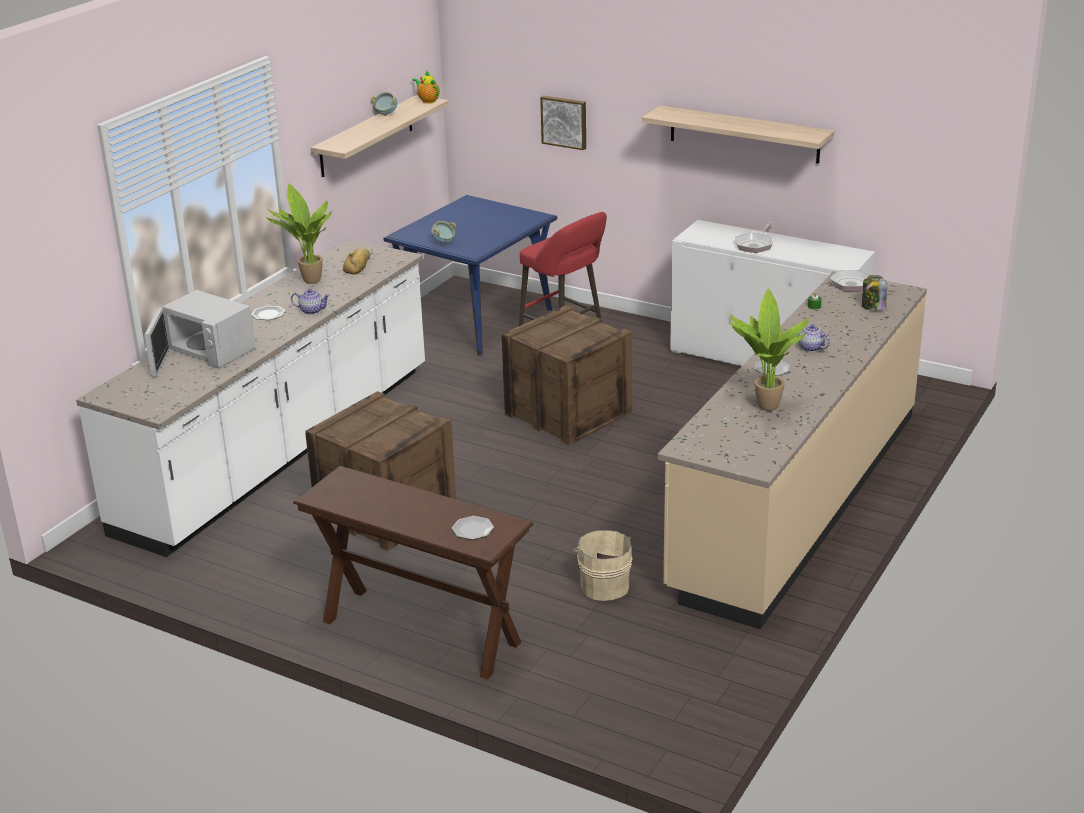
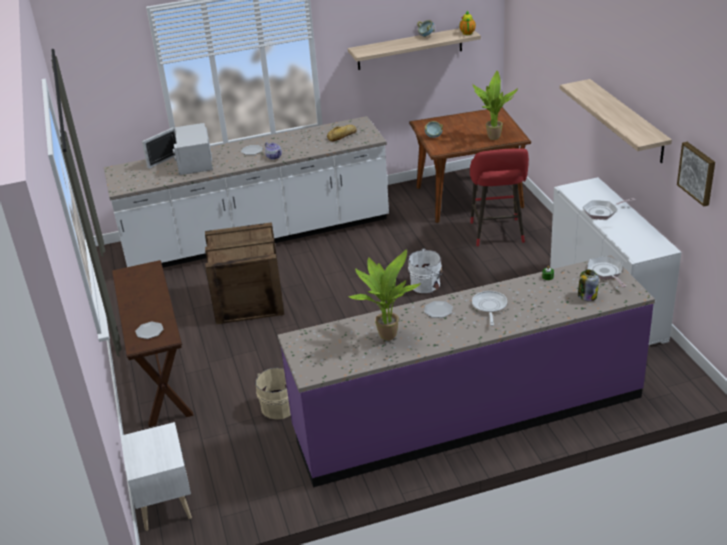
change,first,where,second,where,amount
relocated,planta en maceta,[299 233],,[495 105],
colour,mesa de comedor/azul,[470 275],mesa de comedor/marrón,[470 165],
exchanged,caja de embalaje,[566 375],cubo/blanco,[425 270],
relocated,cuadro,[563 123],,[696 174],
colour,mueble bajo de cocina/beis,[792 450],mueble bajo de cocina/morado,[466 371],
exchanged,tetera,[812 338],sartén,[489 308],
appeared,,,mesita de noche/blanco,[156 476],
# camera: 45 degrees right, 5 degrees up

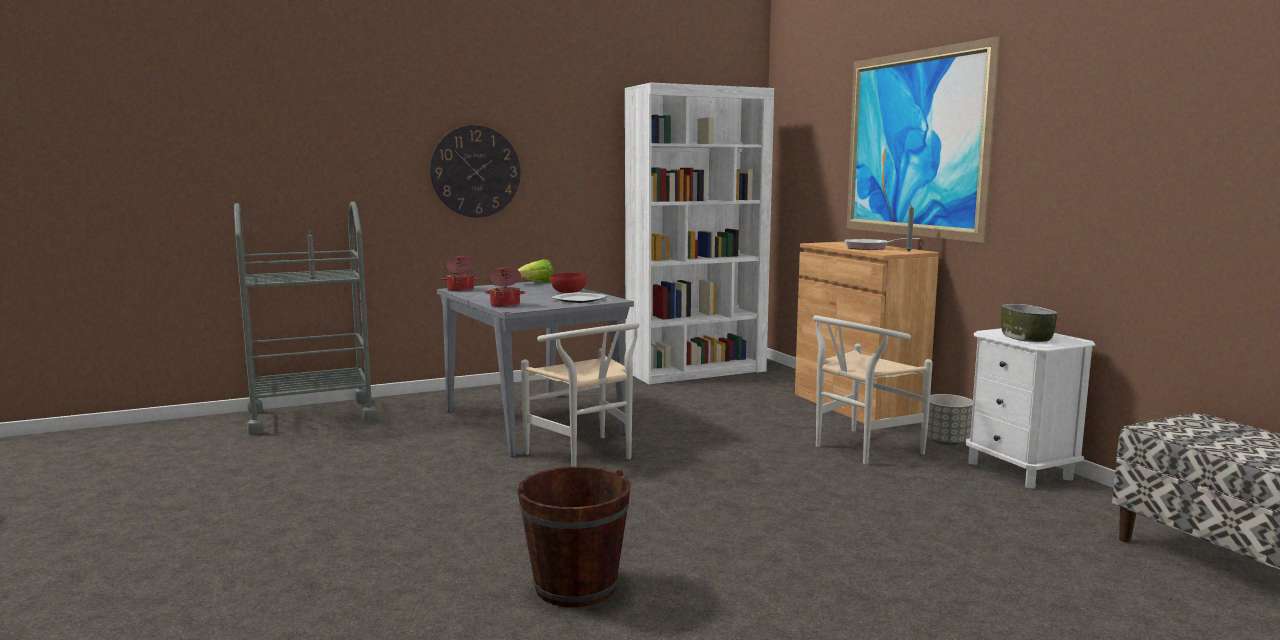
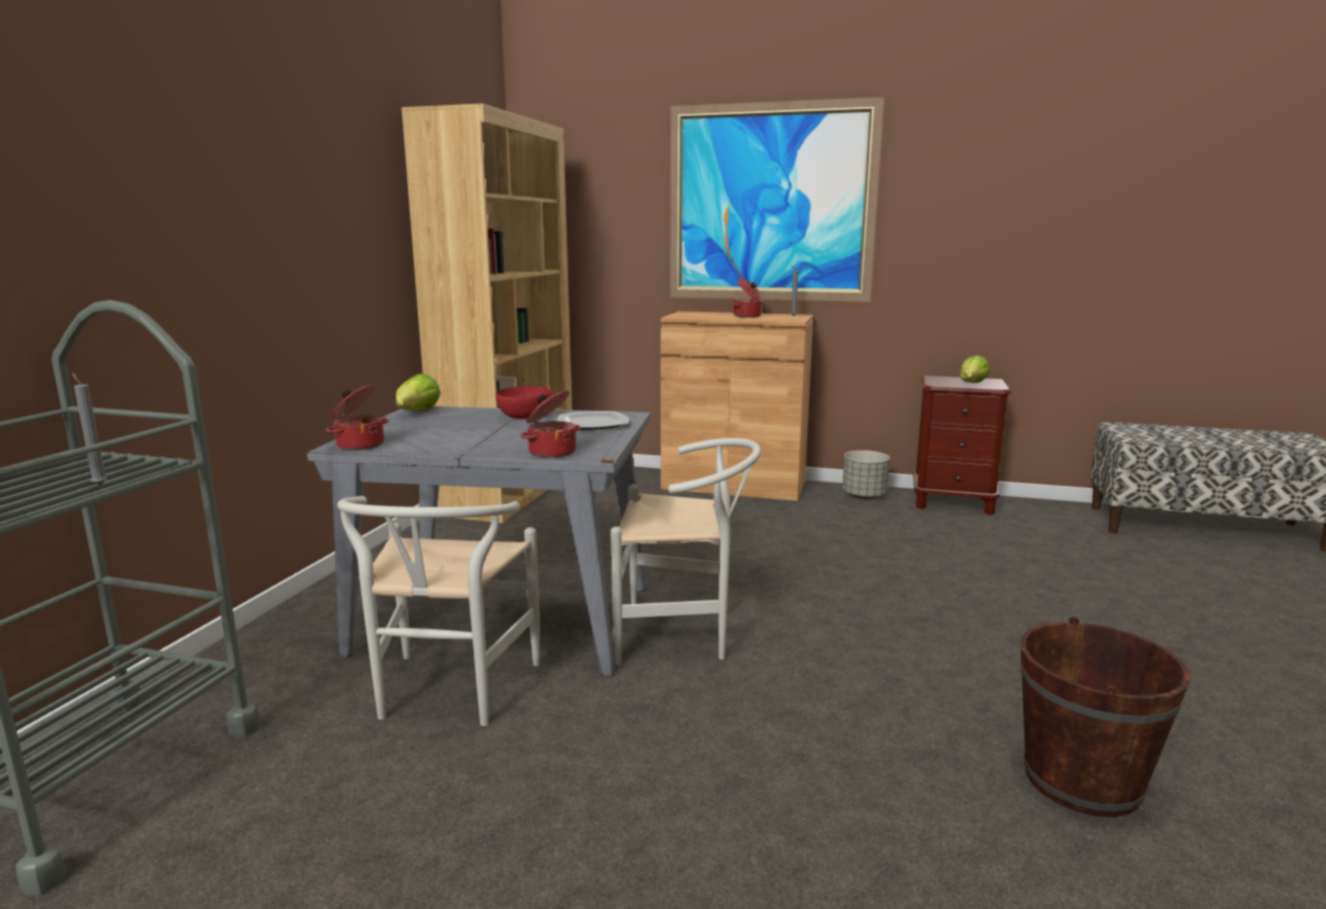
change,first,where,second,where,amount
missing,reloj de pared,[475 171],,,
colour,estantería/blanco,[699 233],estantería/marrón,[486 313],
relocated,silla/blanco,[873 389],,[438 611],
exchanged,sartén,[882 244],olla,[747 297],
colour,mesita de noche/blanco,[1030 408],mesita de noche/marrón,[962 445],
exchanged,cuenco,[1029 323],lechuga,[975 369],
# camera: 50 degrees left, 5 degrees up

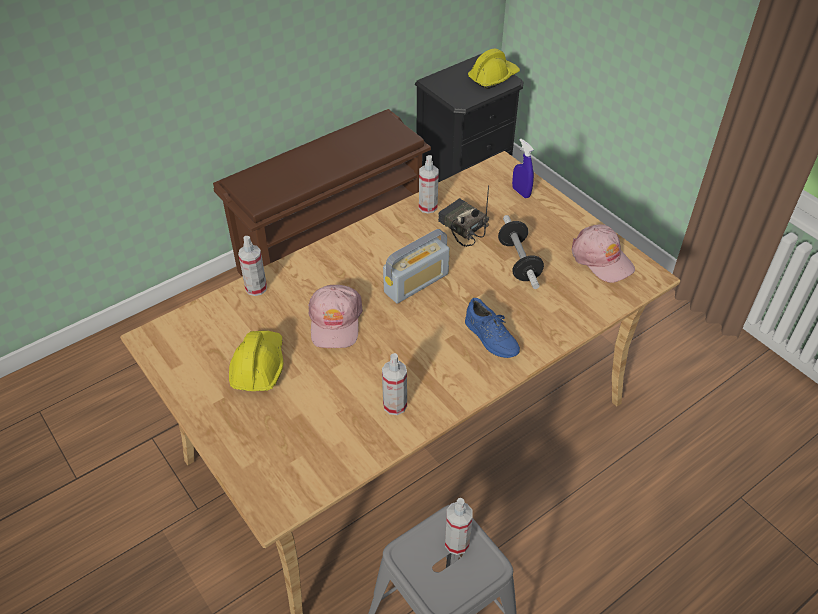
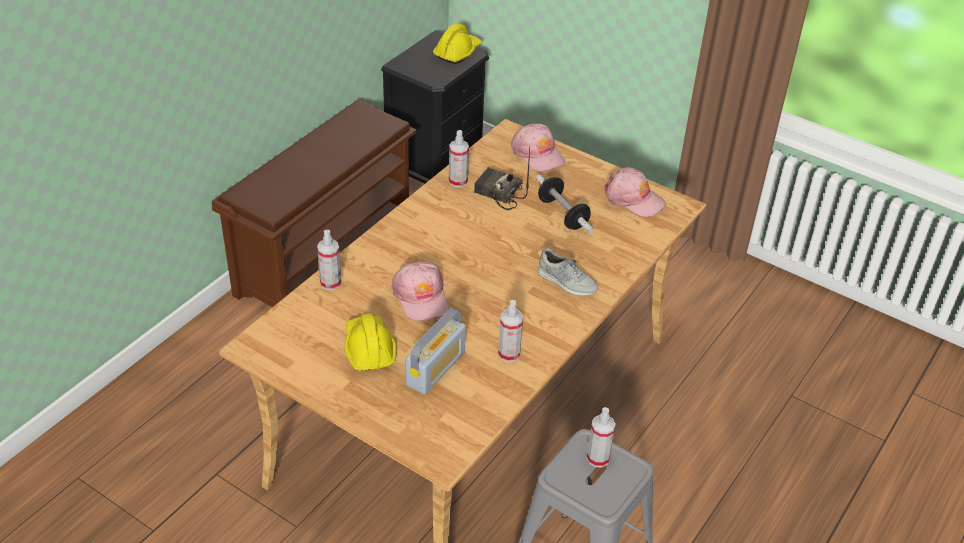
change,first,where,second,where,amount
relocated,radio,[416 266],,[436 351],
colour,zapato/azul,[492 328],zapato/gris,[568 272],
exchanged,pulverizador/azul,[523 168],gorra/rosa,[538 148],
# camera: 20 degrees left, 5 degrees down

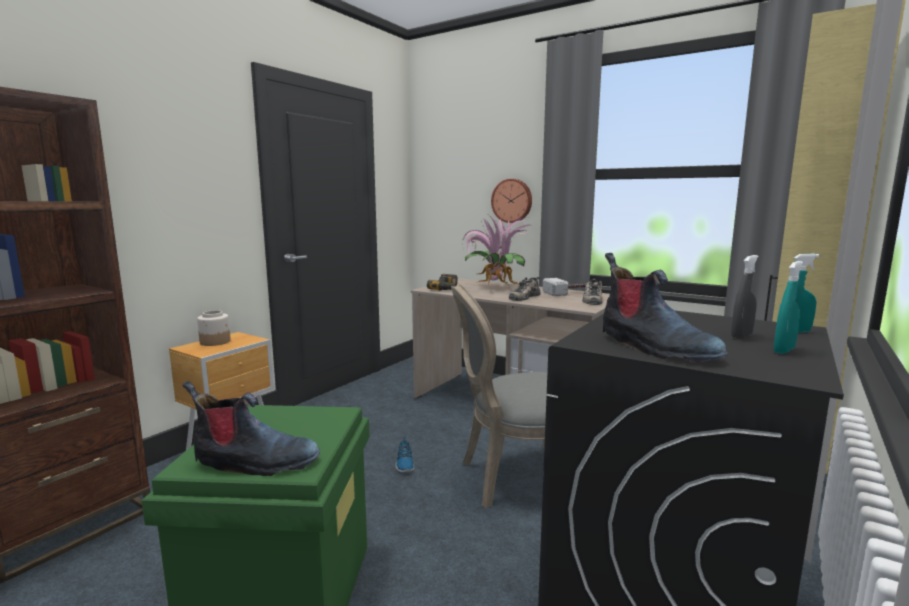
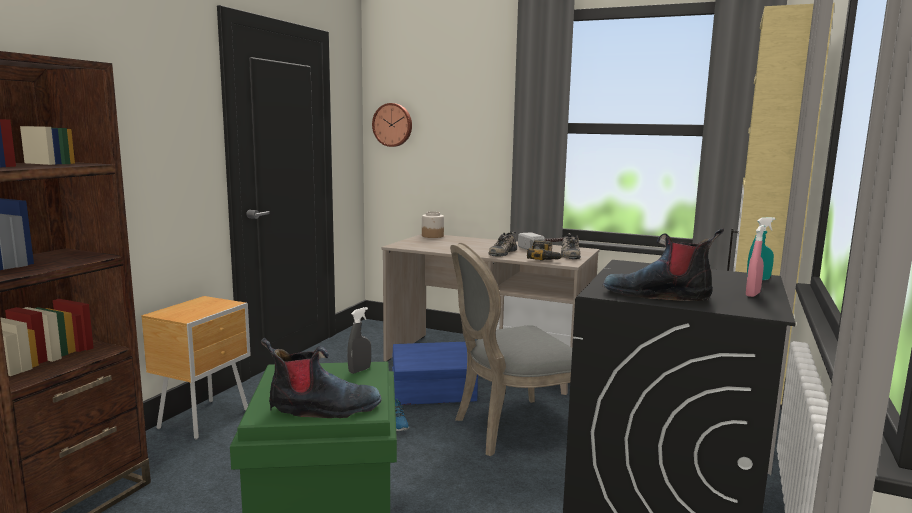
change,first,where,second,where,amount
relocated,tarro,[214 328],,[433 224],
relocated,taladro,[442 282],,[545 250],
missing,planta en maceta,[498 250],,,
relocated,reloj de pared,[511 201],,[392 125],
spun,bota,[665 308],,[663 264],150 degrees clockwise
relocated,pulverizador/gris,[745 297],,[359 340],
colour,pulverizador/turquesa,[788 307],pulverizador/rosa,[755 261],
appeared,,,caja de almacenaje/azul,[435 373],
# camera: 10 degrees left, 0 degrees up

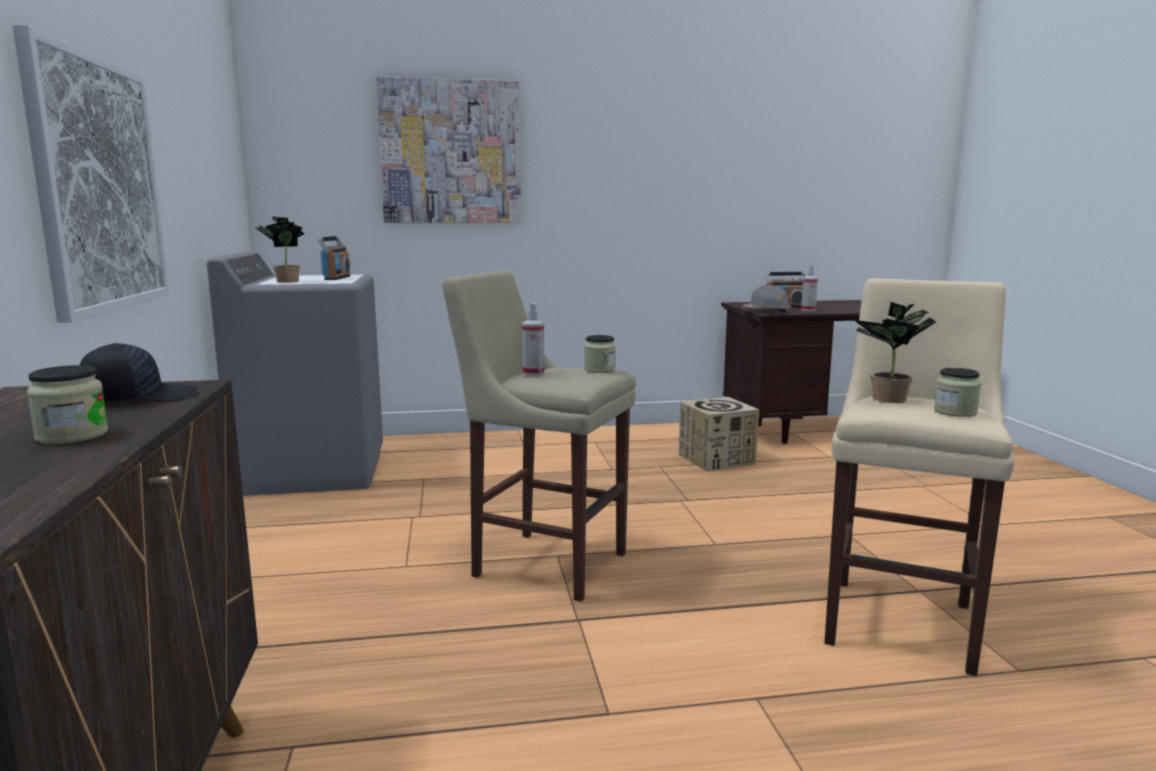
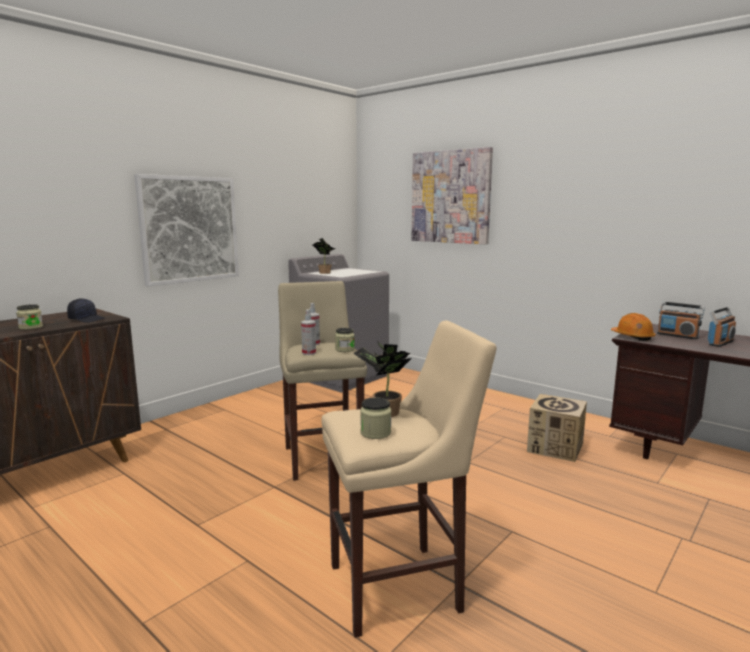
change,first,where,second,where,amount
relocated,radio,[334 258],,[722 327],
colour,casco/gris,[766 299],casco/naranja,[633 327],
relocated,pulverizador,[809 288],,[308 332],
# camera: 50 degrees right, 0 degrees up

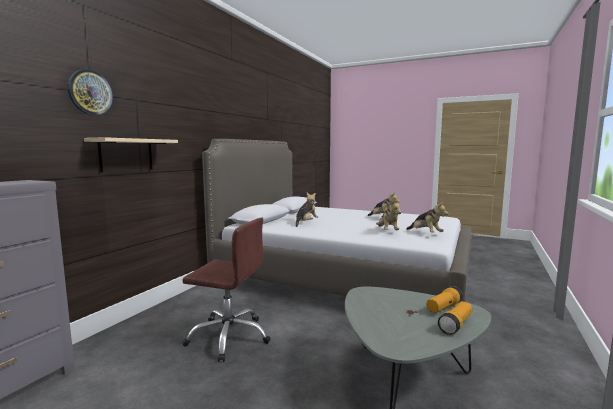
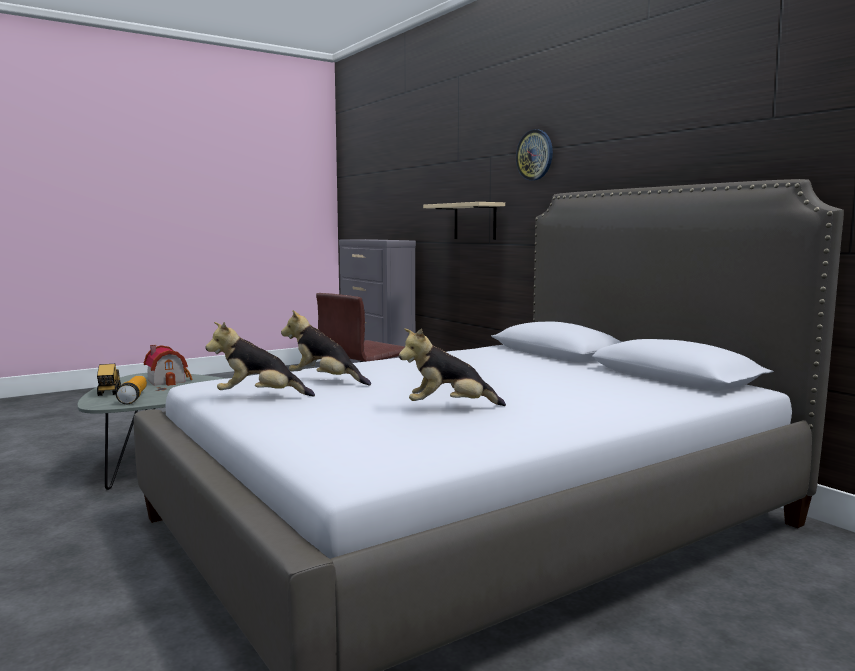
change,first,where,second,where,amount
relocated,reloj de pared,[90 92],,[534 155],
missing,peluche,[307 210],,,
exchanged,linterna,[455 318],camión de juguete,[109 380],
appeared,,,casita,[168 365],
# camera: 120 degrees right, 0 degrees up

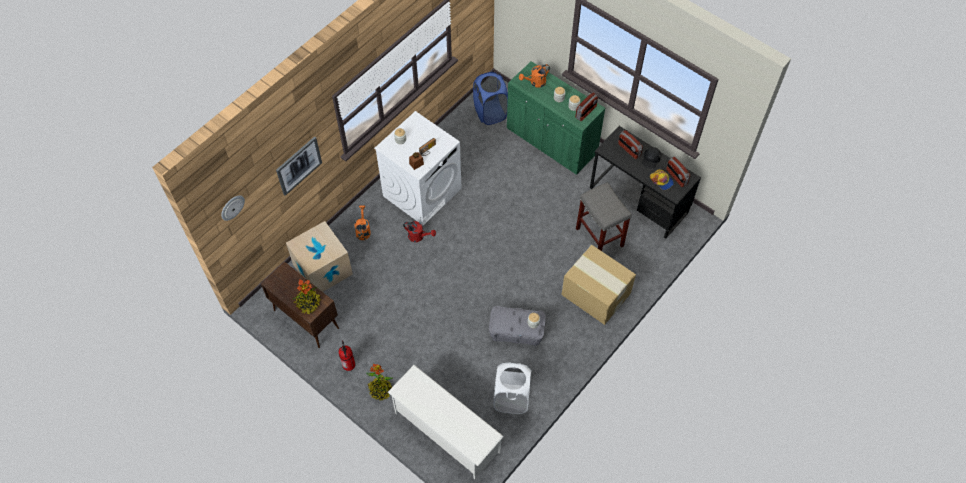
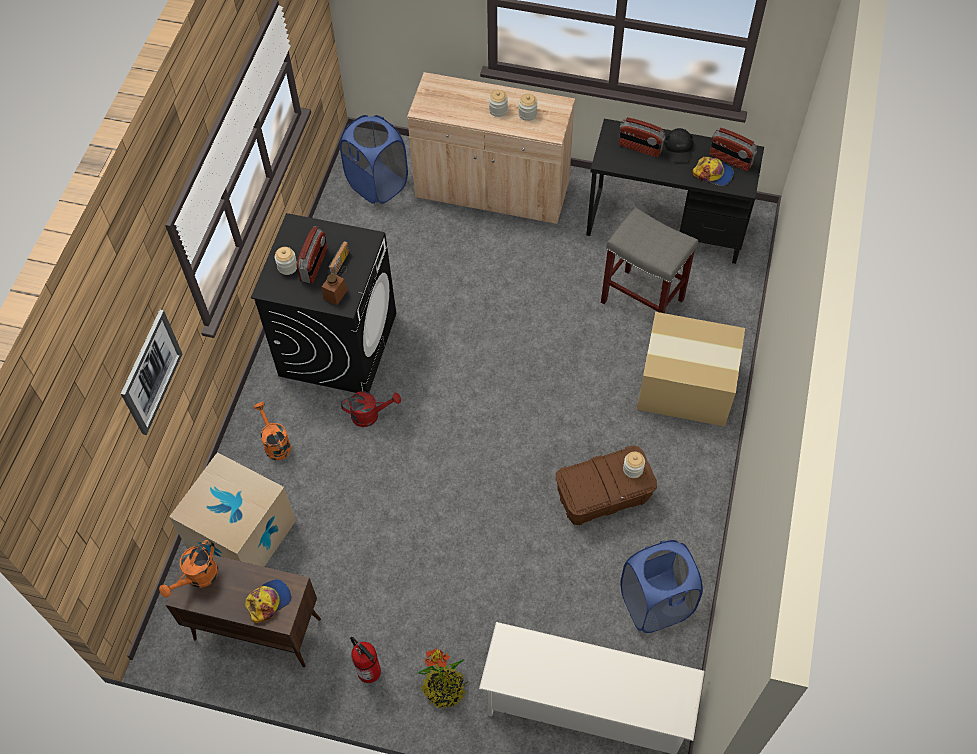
change,first,where,second,where,amount
missing,reloj de pared,[233 208],,,
exchanged,planta en maceta,[307 297],gorra,[268 601],
colour,lavadora/blanco,[418 168],lavadora/negro,[323 303],
colour,caja de almacenaje/gris,[517 326],caja de almacenaje/marrón,[606 485],
colour,cesto de la ropa/blanco,[512 388],cesto de la ropa/azul,[661 586],
colour,armario/verde,[556 118],armario/beis,[491 148],
relocated,regadera/naranja,[534 76],,[188 569],
relocated,radio,[586 106],,[312 255],
# camera: 25 degrees left, 0 degrees up

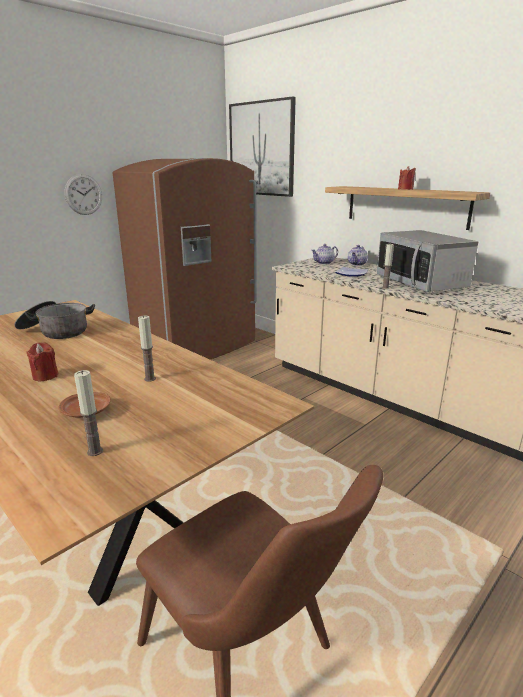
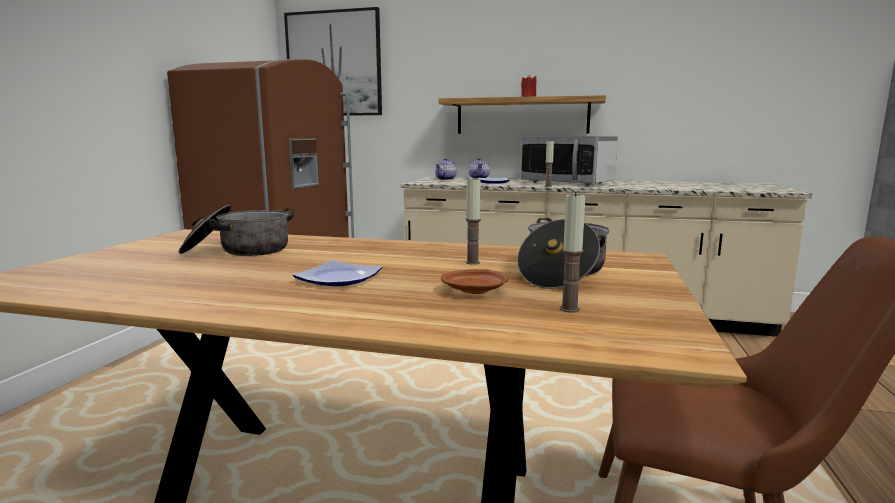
change,first,where,second,where,amount
exchanged,vela/rojo,[42 362],plato,[337 273],
missing,reloj de pared,[83 194],,,
appeared,,,olla,[563 253],
# camera: 30 degrees left, 10 degrees down

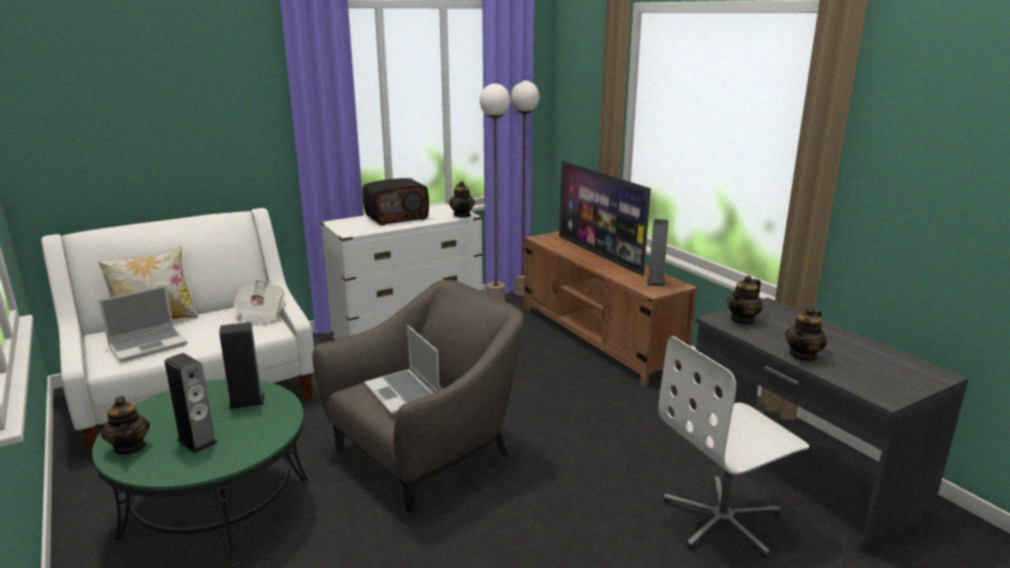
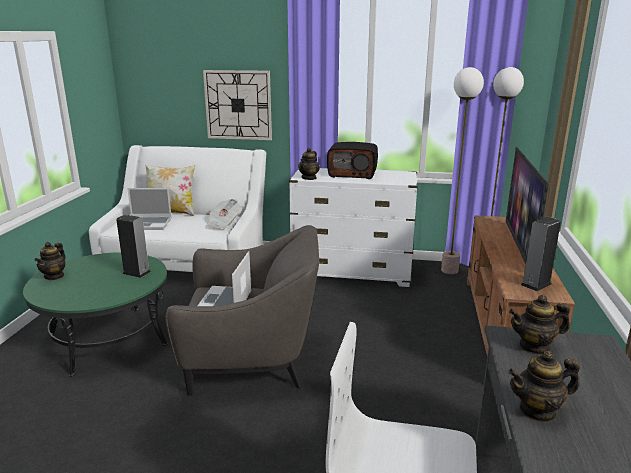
change,first,where,second,where,amount
missing,altavoz,[191 403],,,
relocated,tetera,[462 199],,[309 164],
appeared,,,reloj de pared,[237 105],
# camera: 40 degrees right, 0 degrees up

